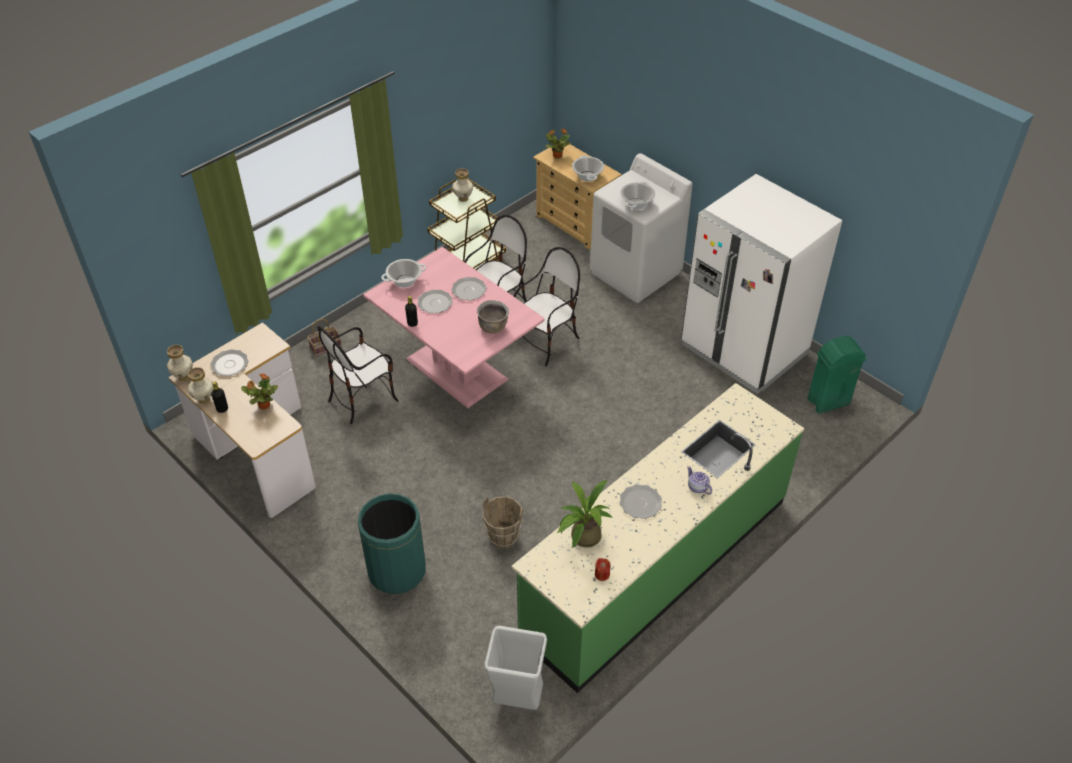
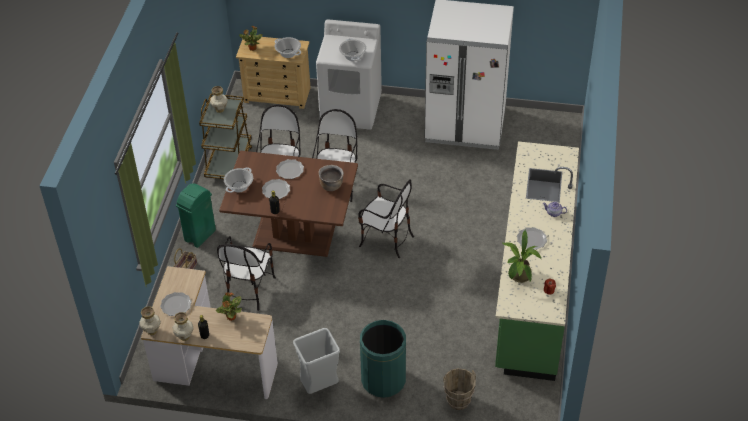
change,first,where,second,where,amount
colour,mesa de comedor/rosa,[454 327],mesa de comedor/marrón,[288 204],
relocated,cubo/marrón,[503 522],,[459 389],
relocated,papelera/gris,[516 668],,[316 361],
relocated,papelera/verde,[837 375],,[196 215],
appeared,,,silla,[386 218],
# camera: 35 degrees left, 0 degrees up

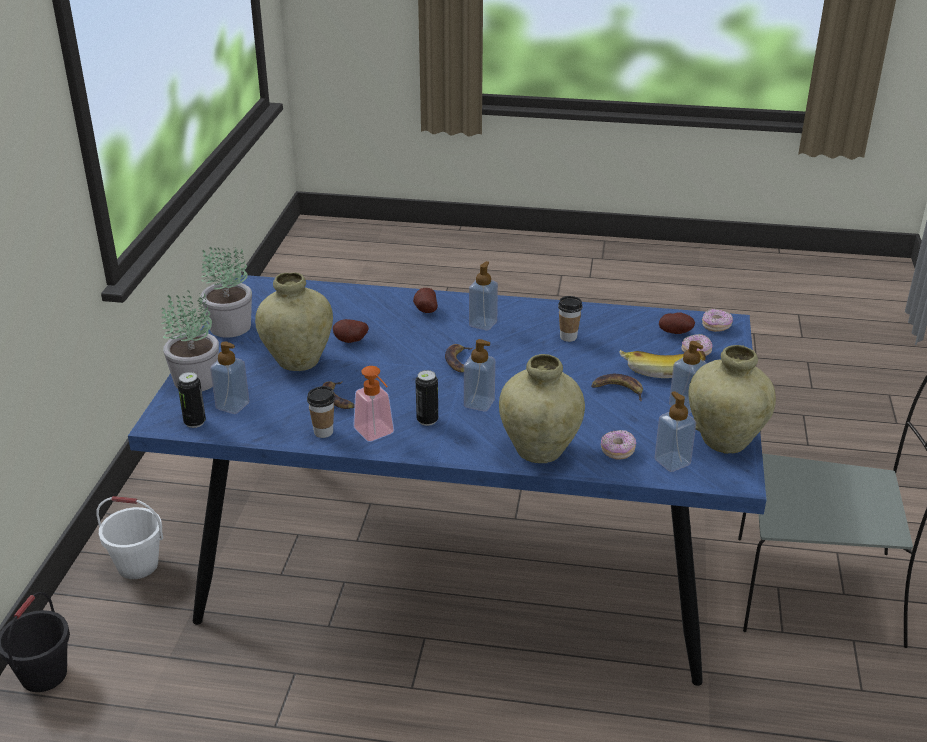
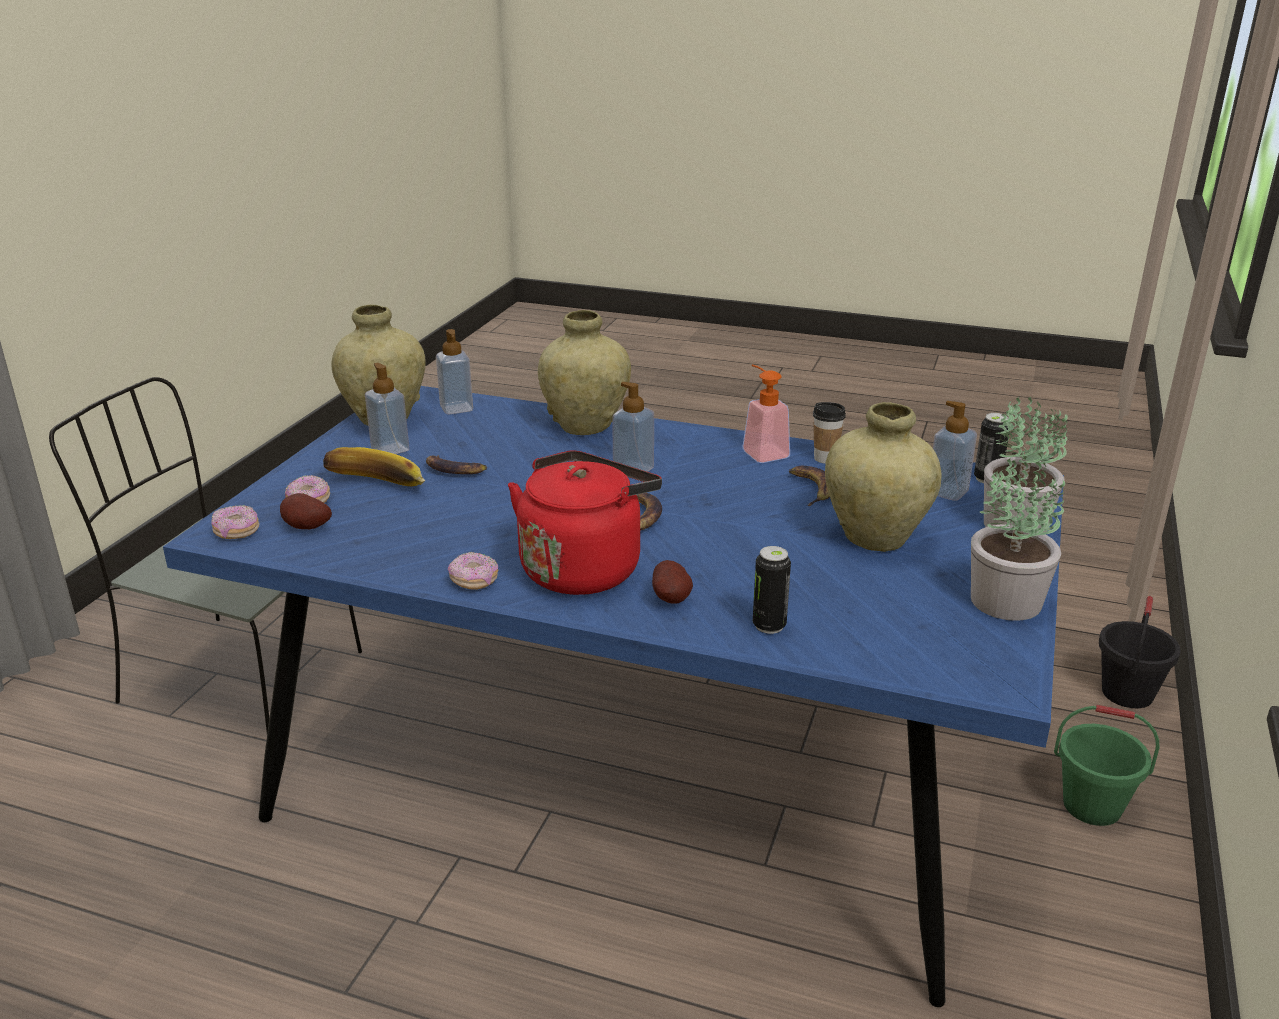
change,first,where,second,where,amount
colour,cubo/blanco,[129 537],cubo/verde,[1106 765],
missing,patata,[351 331],,,
relocated,lata,[427 398],,[772 590],
exchanged,dispensador de jabón,[483 296],hervidor/rojo,[585 522],
missing,taza,[570 319],,,
relocated,rosquilla,[618 444],,[473 571],
# camera: 170 degrees left, 5 degrees down

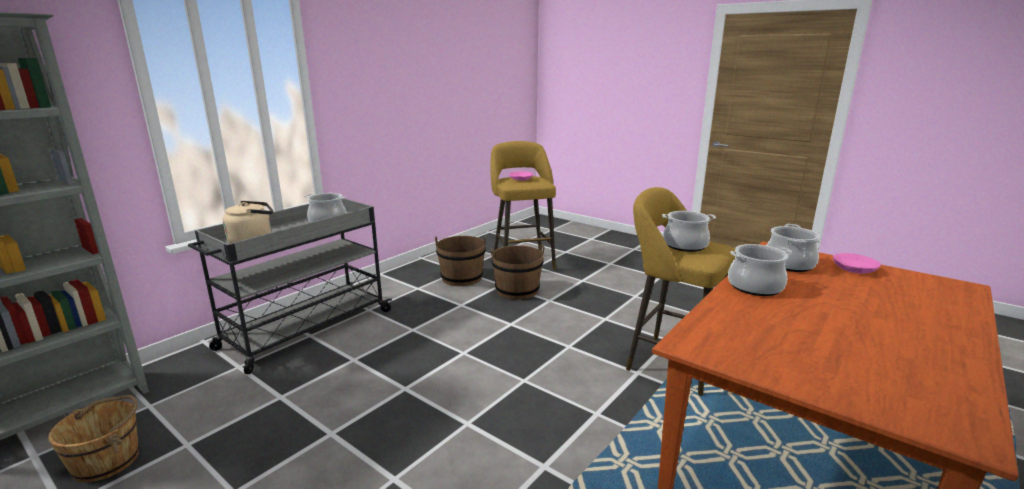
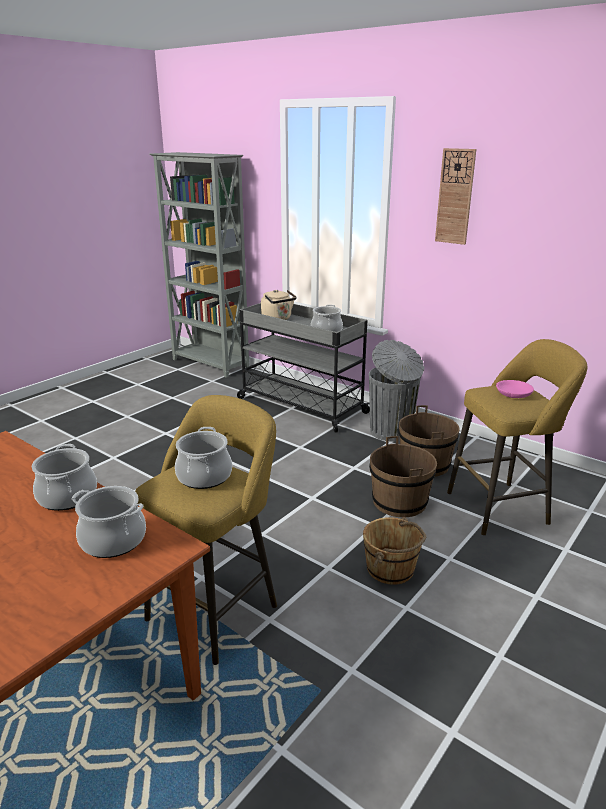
change,first,where,second,where,amount
relocated,cubo/marrón,[93 439],,[394 551],
missing,cuenco/rosa,[857 263],,,
appeared,,,papelera/gris,[396 391],
appeared,,,reloj de pared,[455 196],
# camera: 90 degrees right, 5 degrees up

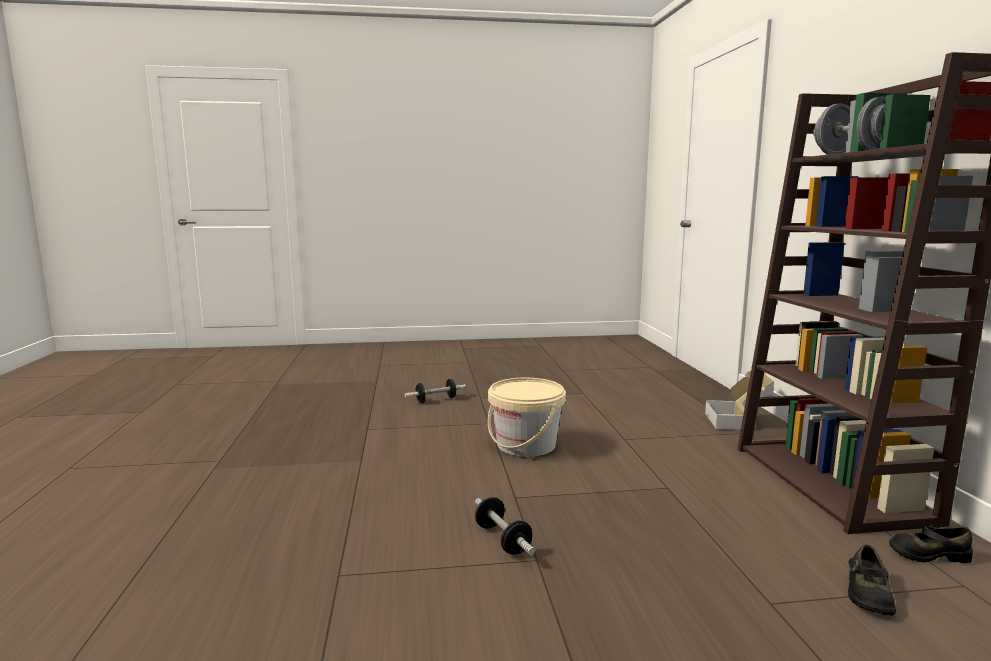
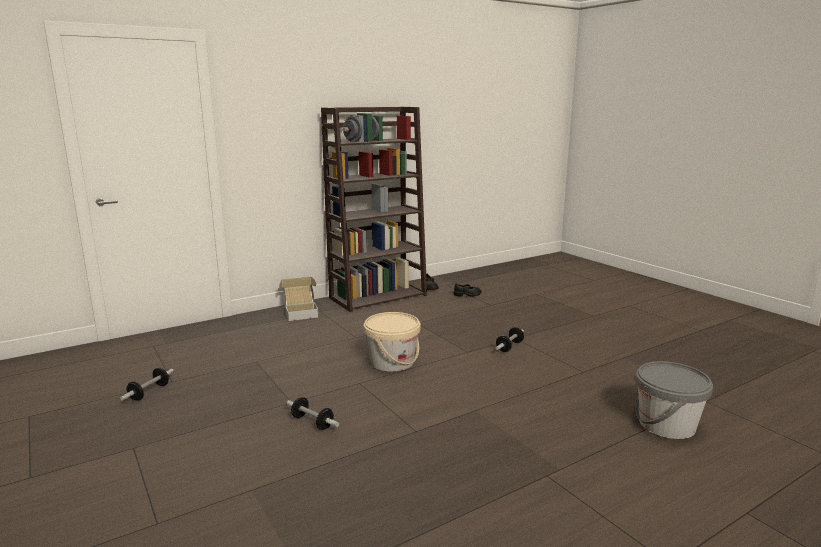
change,first,where,second,where,amount
appeared,,,mancuerna,[147 384],
appeared,,,cubo/gris,[674 400],
# camera: 115 degrees left, 5 degrees up

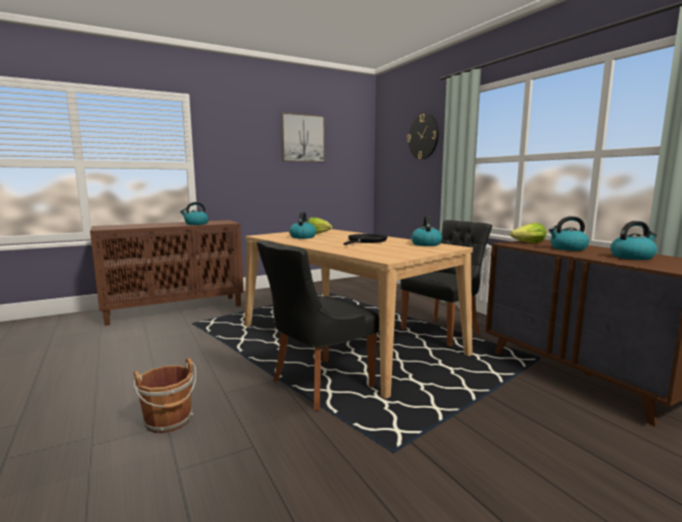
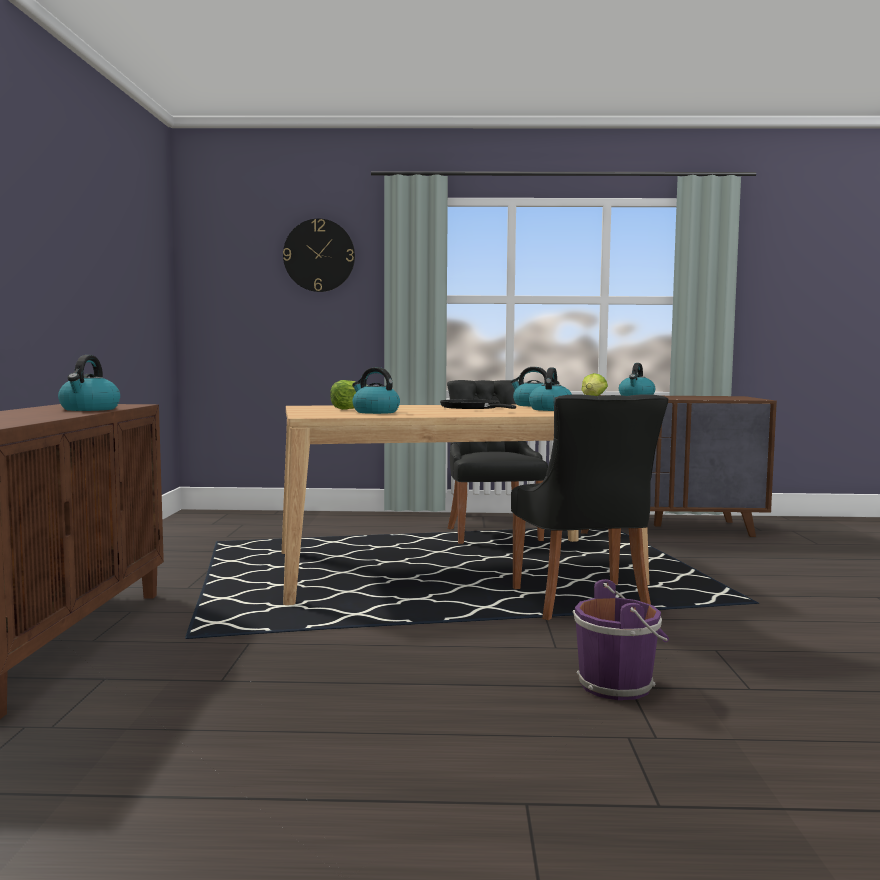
change,first,where,second,where,amount
colour,cubo/marrón,[164 395],cubo/morado,[621 639],
missing,cuadro,[303 137],,,
relocated,hervidor,[633 240],,[550 389],
# camera: 60 degrees left, 5 degrees down

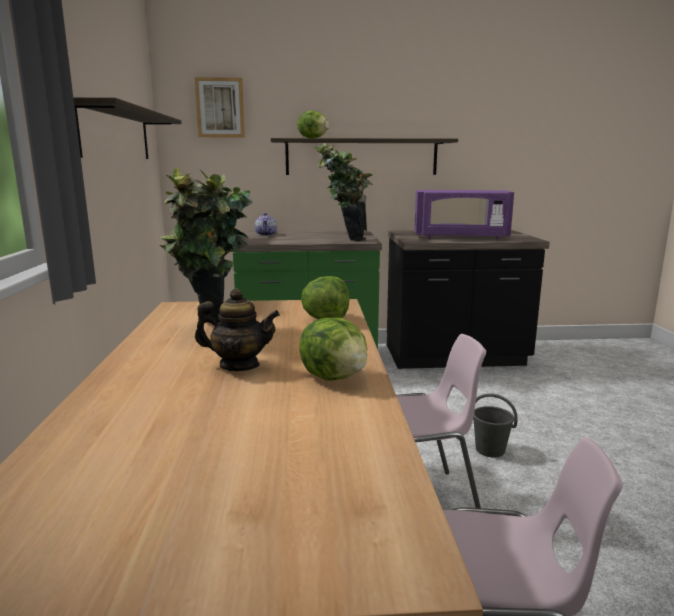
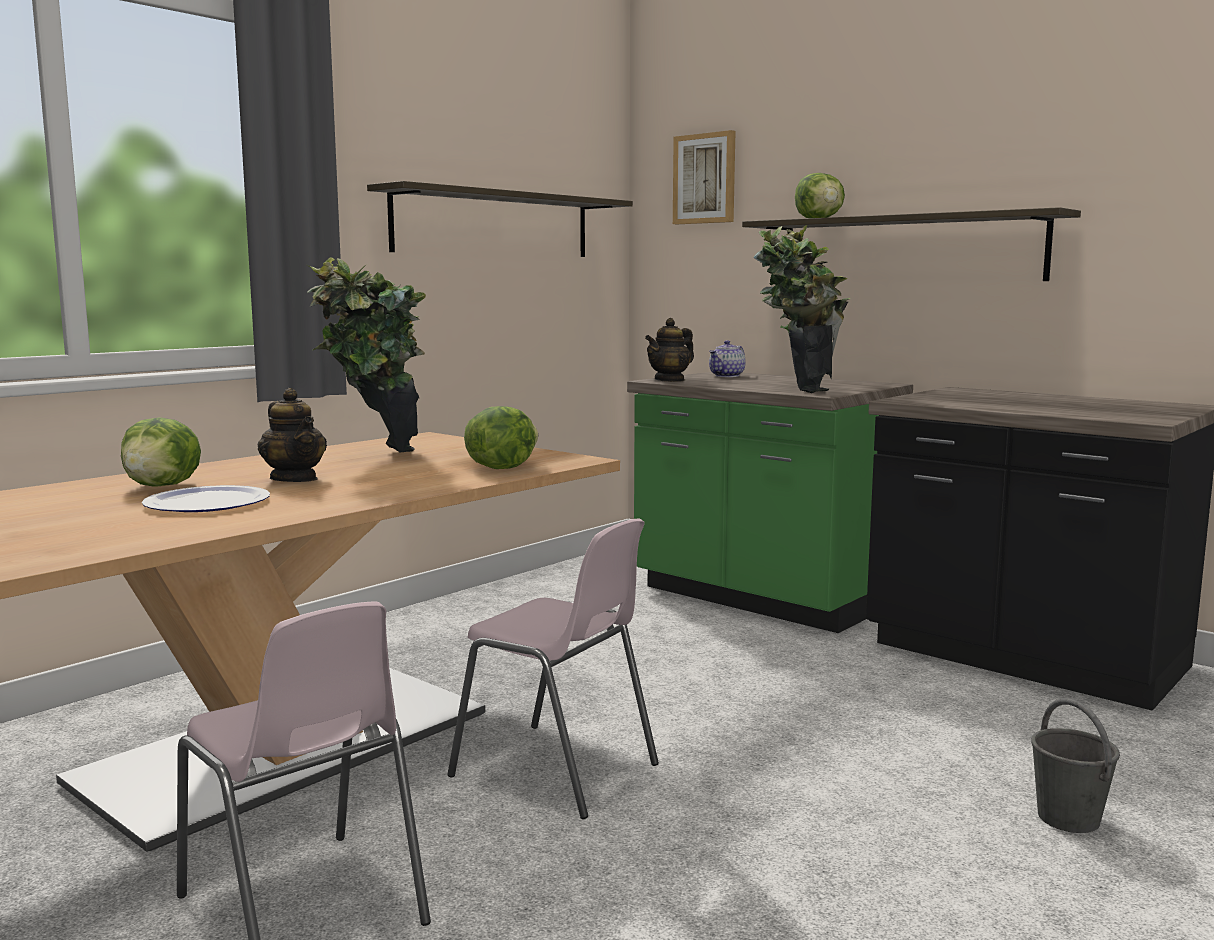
change,first,where,second,where,amount
relocated,lechuga,[333 349],,[161 452],
missing,microondas/morado,[464 214],,,
relocated,cubo/gris,[495 425],,[1075 765],
appeared,,,plato,[206 498],
appeared,,,tetera,[669 350],
# camera: 45 degrees right, 5 degrees down

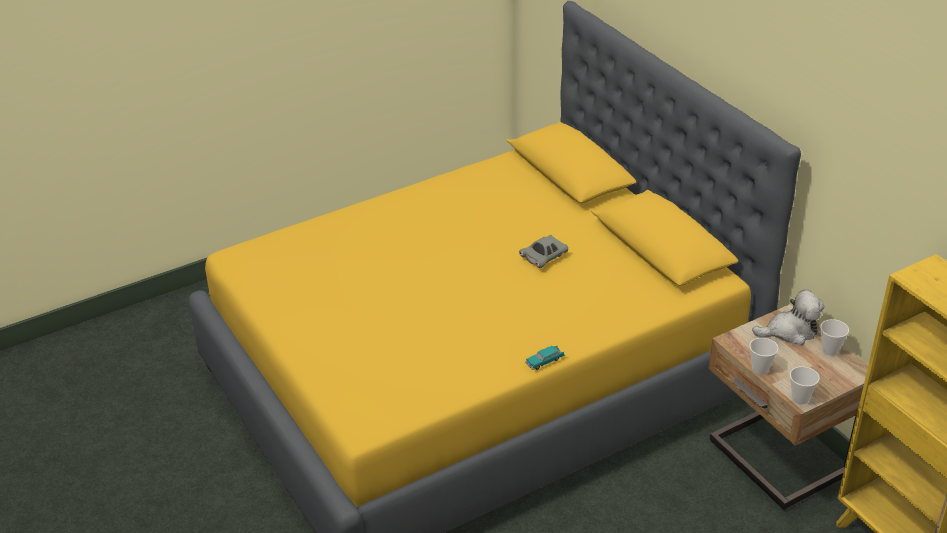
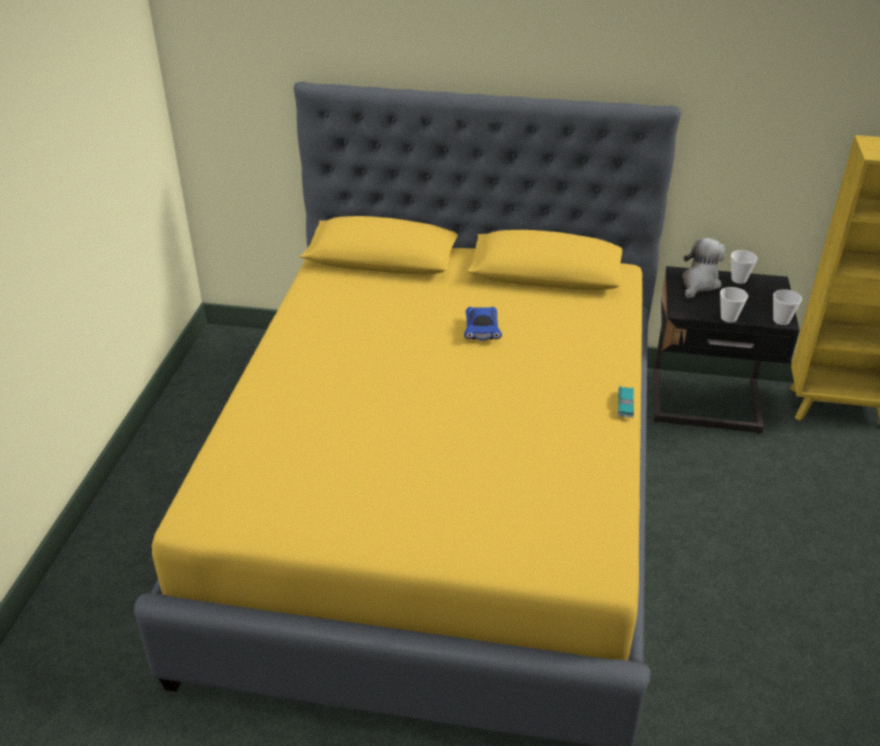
change,first,where,second,where,amount
colour,coche de juguete/gris,[543 251],coche de juguete/azul,[483 323],
colour,mesita de noche/beis,[788 407],mesita de noche/negro,[727 350],
# camera: 50 degrees left, 0 degrees up

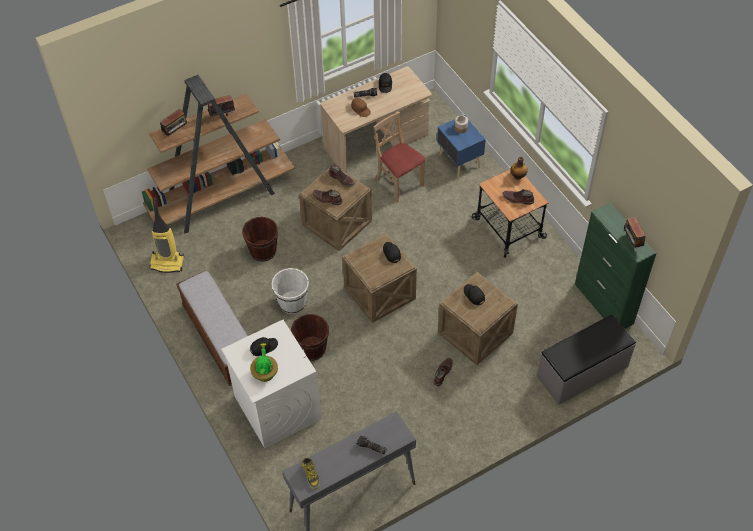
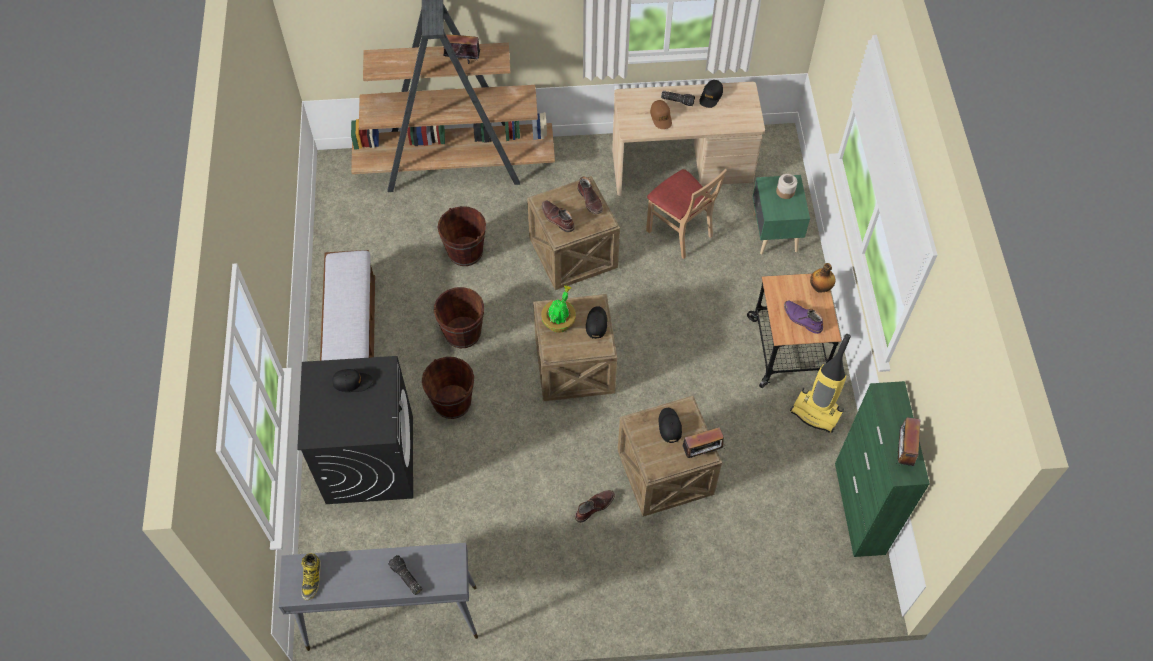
change,first,where,second,where,amount
relocated,aspiradora,[166 235],,[820 383],
relocated,radio,[174 122],,[703 442],
colour,lavadora/blanco,[271 384],lavadora/negro,[355 430],
relocated,planta en maceta,[264 362],,[558 309],
colour,cubo/blanco,[290 291],cubo/marrón,[459 317],
spun,silla/beis,[400 157],,[686 214],150 degrees clockwise
colour,mesita de noche/azul,[461 146],mesita de noche/verde,[781 215],
colour,bota/marrón,[518 197],bota/morado,[803 317],
missing,banco/gris,[586 359],,,
# camera: 25 degrees right, 5 degrees up

